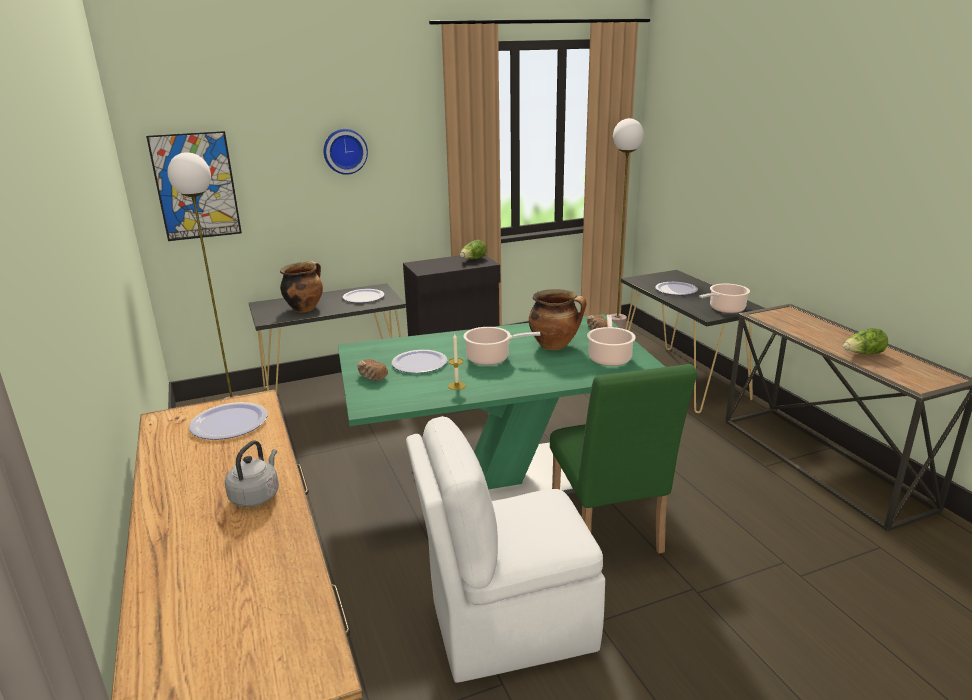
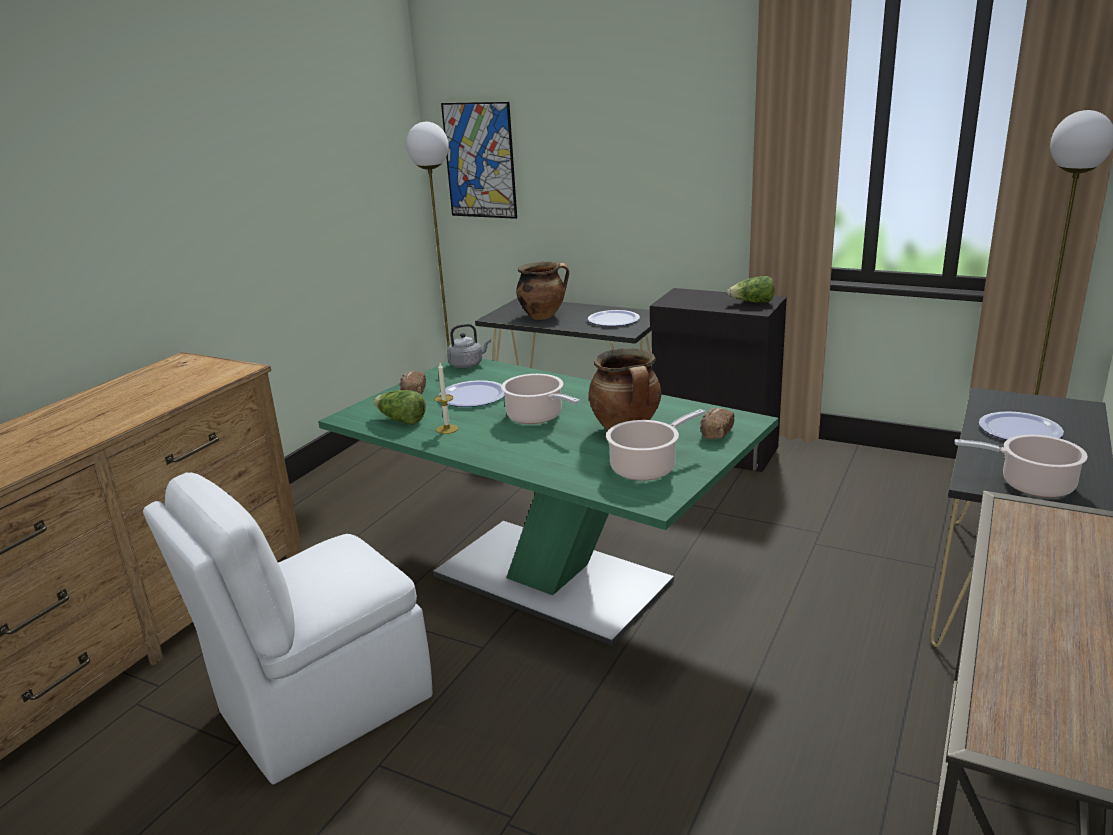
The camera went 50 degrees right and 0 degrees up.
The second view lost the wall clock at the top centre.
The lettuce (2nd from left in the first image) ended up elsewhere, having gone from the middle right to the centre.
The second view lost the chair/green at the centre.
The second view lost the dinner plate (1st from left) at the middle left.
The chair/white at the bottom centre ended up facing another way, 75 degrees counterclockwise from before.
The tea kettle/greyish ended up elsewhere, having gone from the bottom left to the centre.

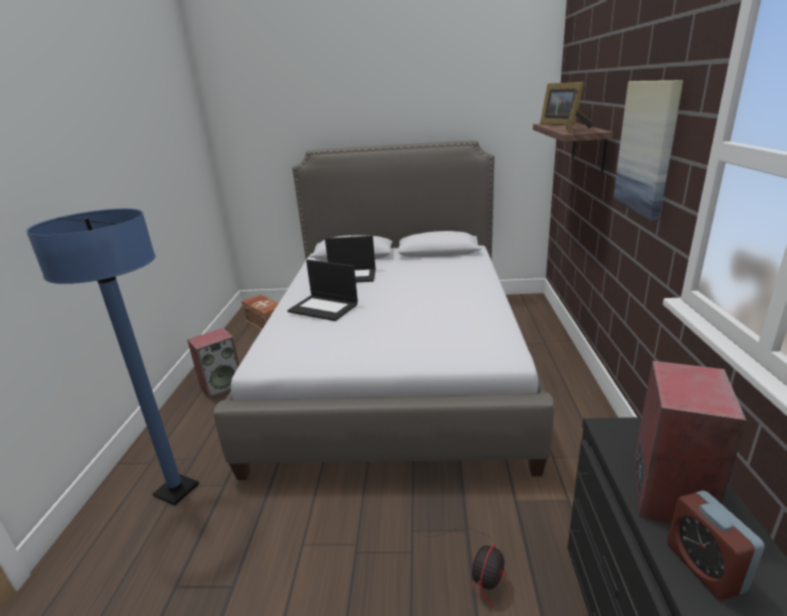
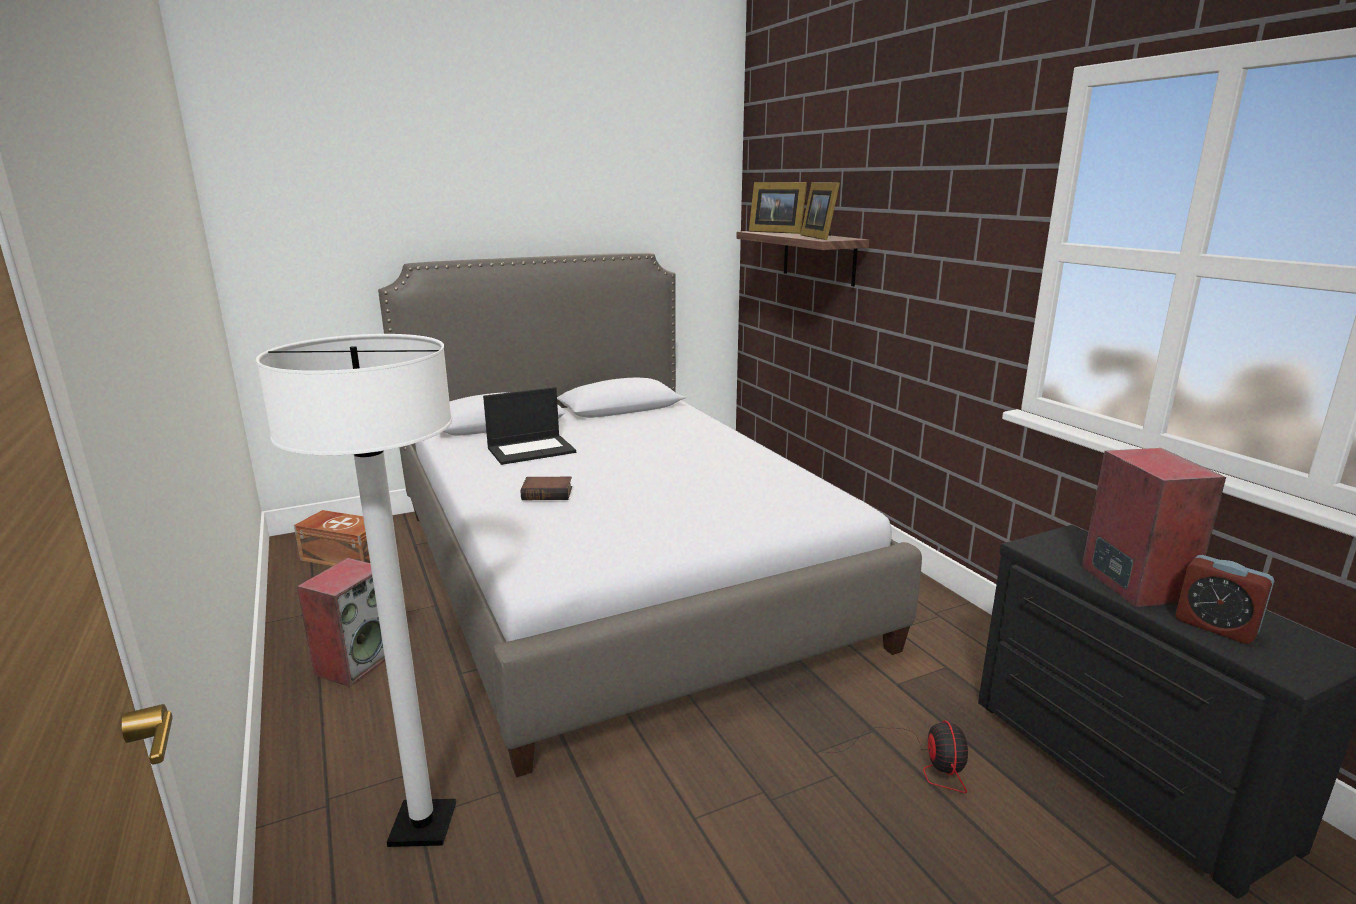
The camera went 30 degrees left and 5 degrees down.
The second view lost the wall art at the top right.
What was the standing lamp/bluish at the middle left turned into the standing lamp/white at the middle left.
Where the portable computer (1st from left) stood at the centre, the volume came to stand at the centre.

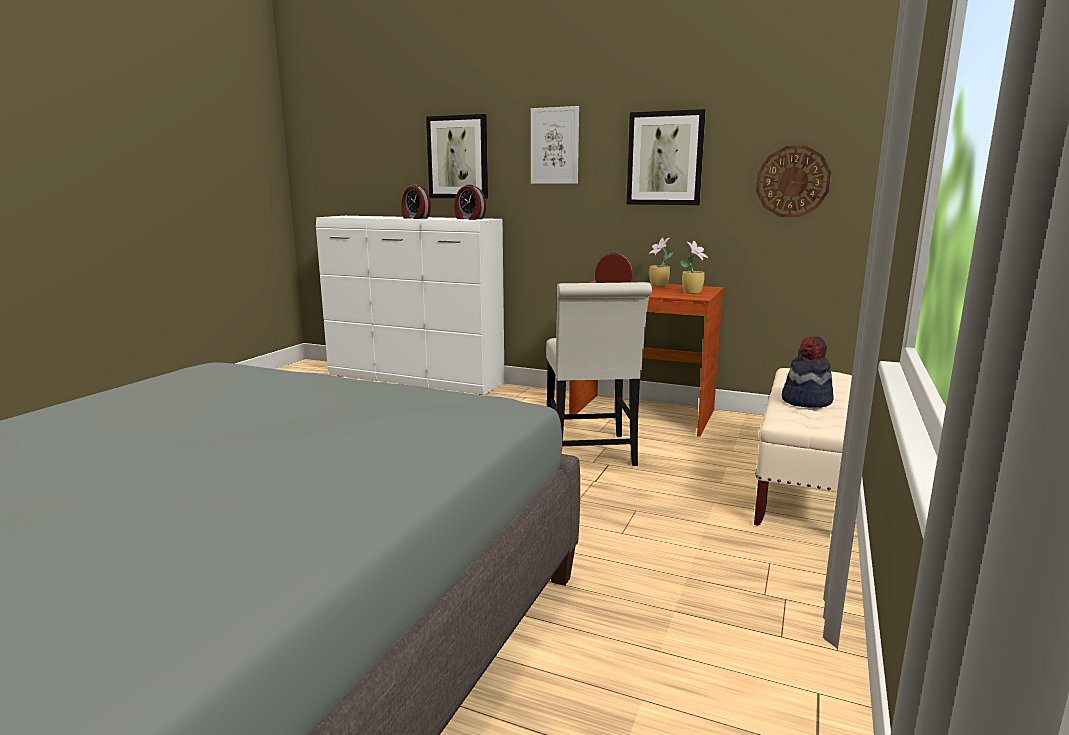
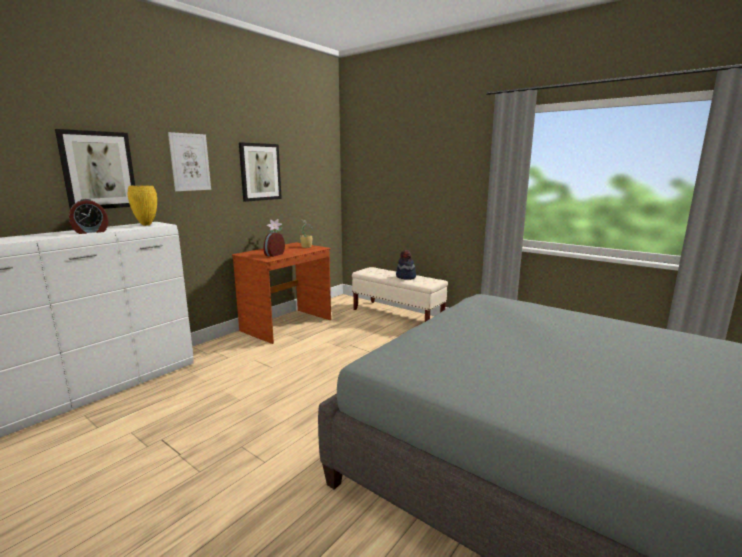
The camera went 75 degrees left and 0 degrees up.
The second view lost the wall clock at the top right.
Where the alarm clock (2nd from left) stood at the top centre, the decorative vase/yellow came to stand at the middle left.
The second view lost the chair/white at the centre.

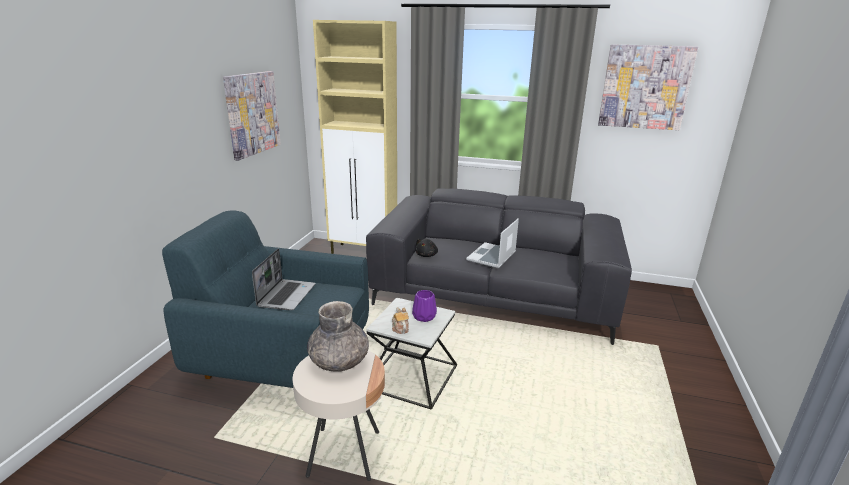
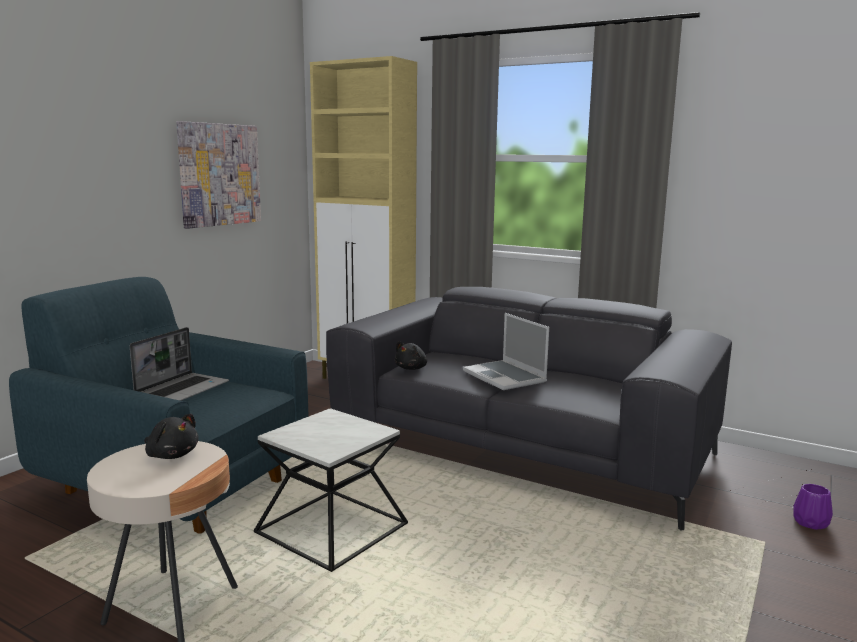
The camera went 15 degrees right and 10 degrees down.
The second view lost the wall art (2nd from left) at the top right.
The portable computer (2nd from left) at the centre ended up facing another way, 75 degrees counterclockwise from before.
The decorative vase/purplish ended up elsewhere, having gone from the centre to the bottom right.
Where the decorative vase/greyish stood at the bottom centre, the plush toy/blackish (1st from left) came to stand at the bottom left.
The second view lost the tea pot at the centre.

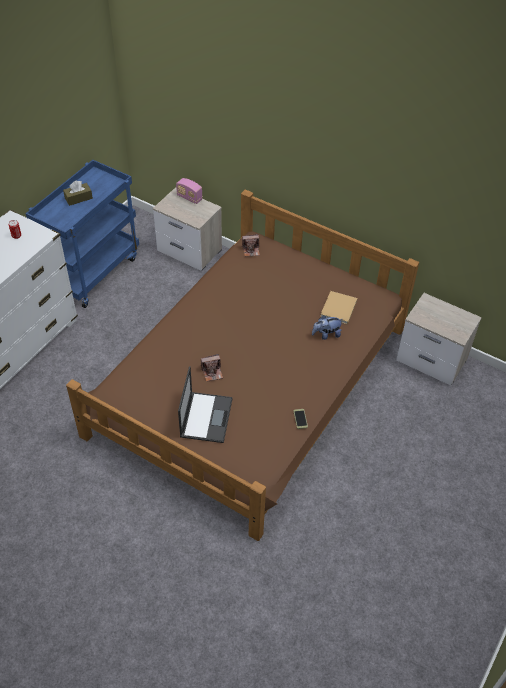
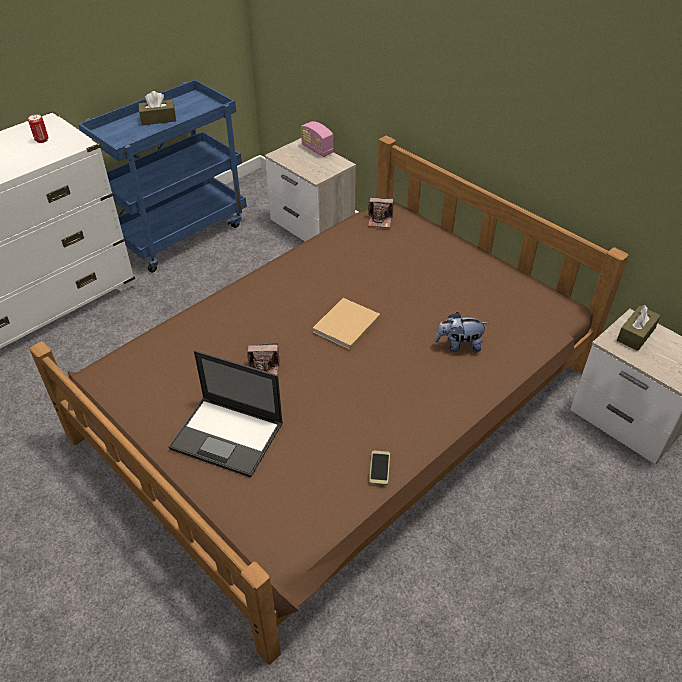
The camera went 15 degrees right and 5 degrees down.
The volume/beige-coloured ended up elsewhere, having gone from the middle right to the centre.
The portable computer at the centre ended up facing another way, 90 degrees clockwise from before.
The second view gained the tissue holder/brown-coloured (2nd from left) at the middle right.

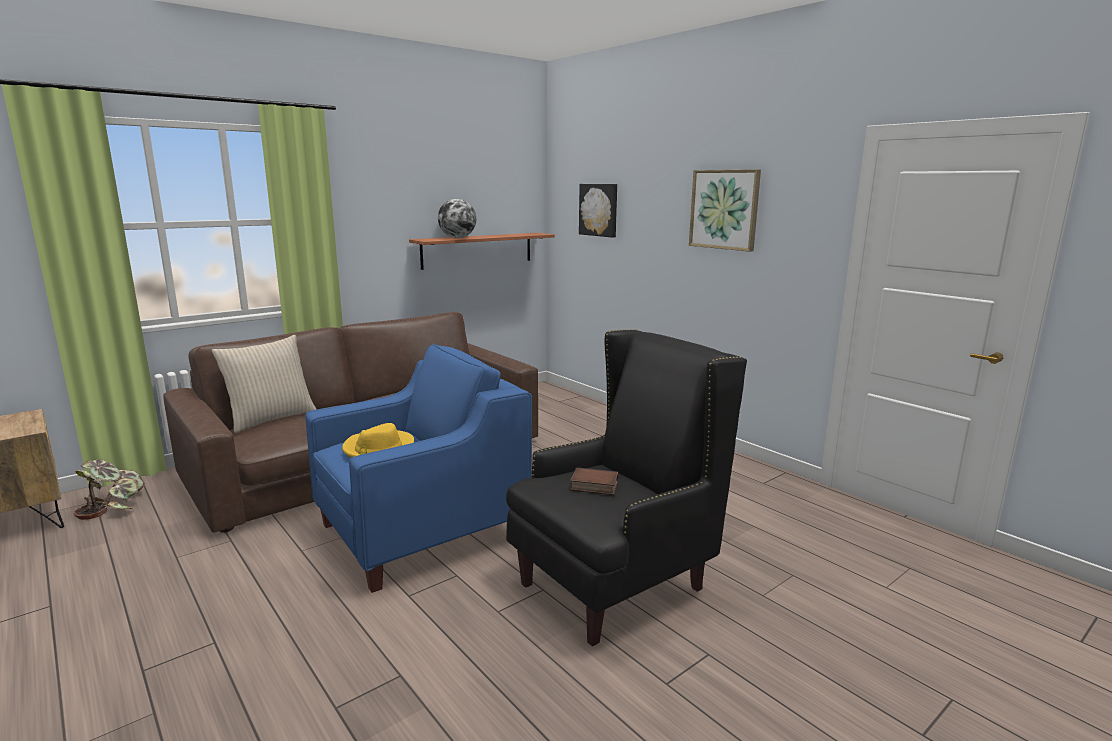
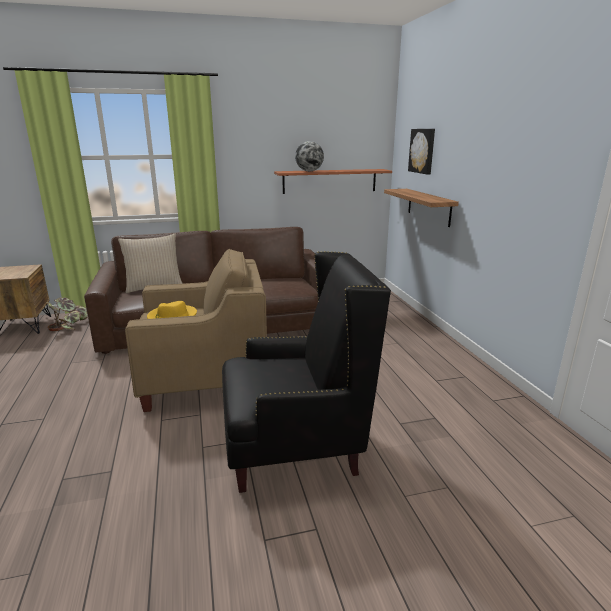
The camera went 25 degrees right and 5 degrees up.
The second view lost the wall art (2nd from left) at the top centre.
What was the armchair/bluish at the centre turned into the armchair/beige-coloured at the middle left.
The second view lost the volume at the centre.
The second view gained the wall shelf (2nd from left) at the middle right.

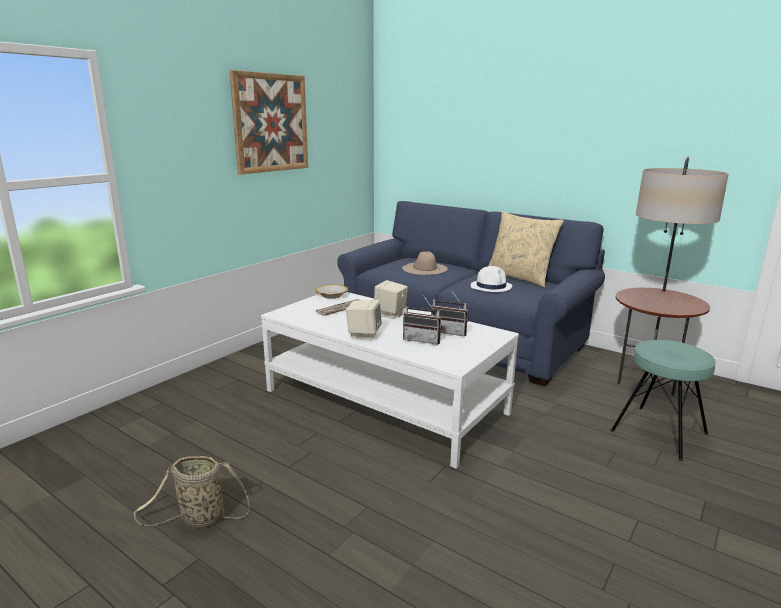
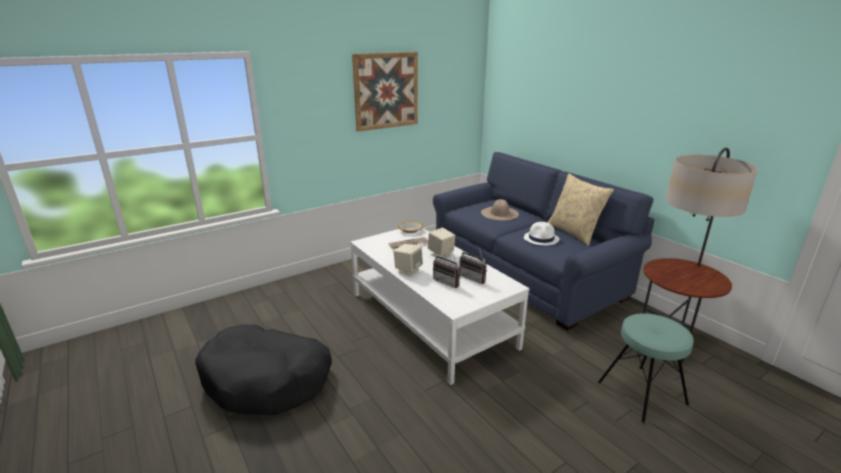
The camera went 20 degrees right and 5 degrees up.
Where the storage basket stood at the bottom left, the dog cushion/blackish came to stand at the bottom left.

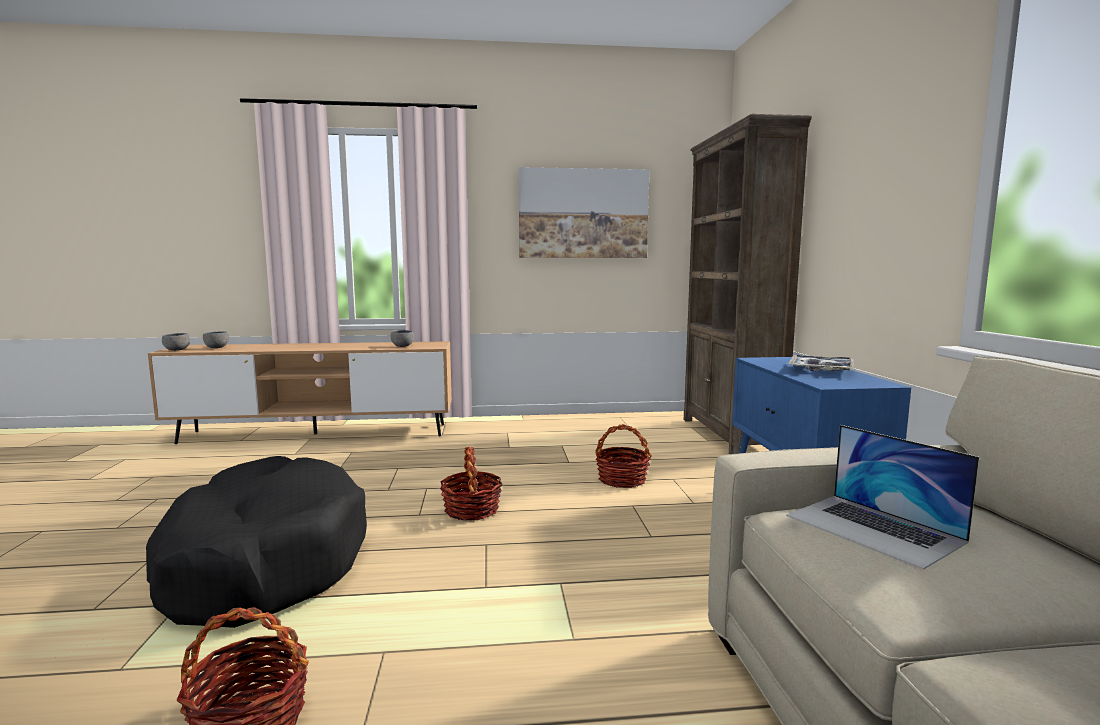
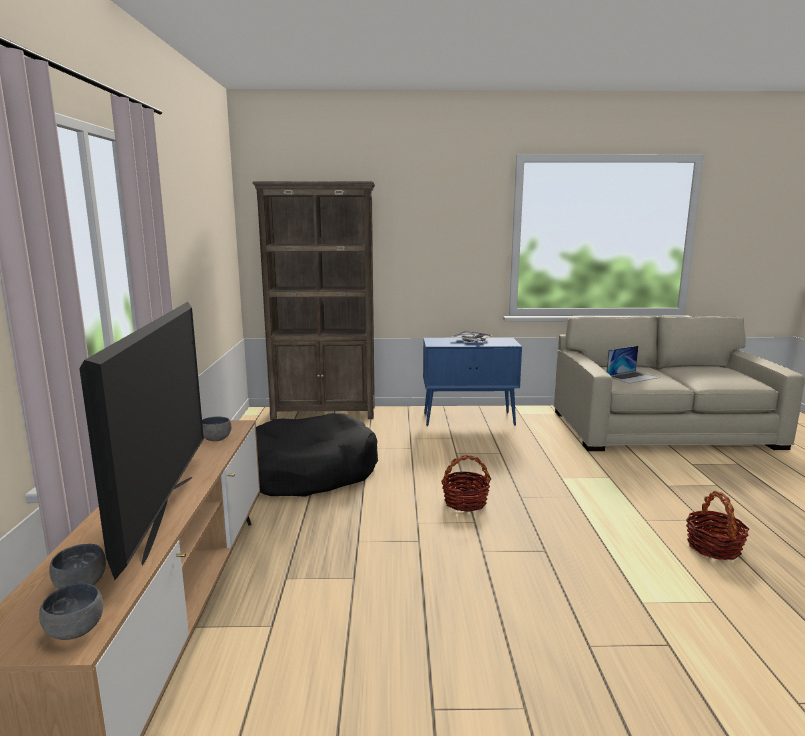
The camera went 85 degrees left and 5 degrees up.
The second view lost the wall art at the top centre.
The second view lost the storage basket (3rd from left) at the centre.
The dog cushion/blackish ended up elsewhere, having gone from the bottom left to the centre.
The second view gained the TV set at the middle left.

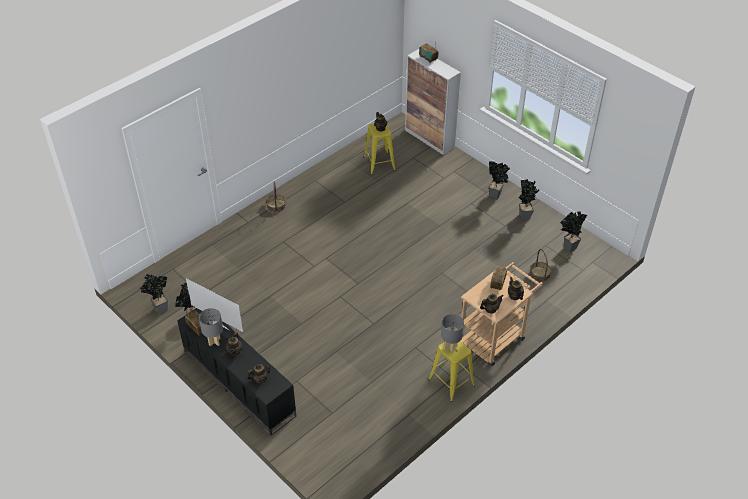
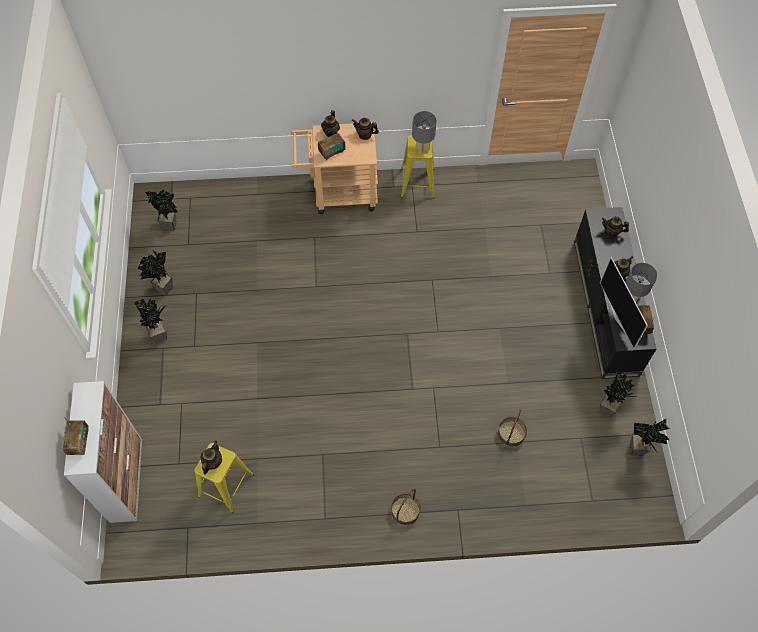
The camera went 140 degrees left and 15 degrees up.
The storage basket (2nd from left) ended up elsewhere, having gone from the middle right to the bottom right.

